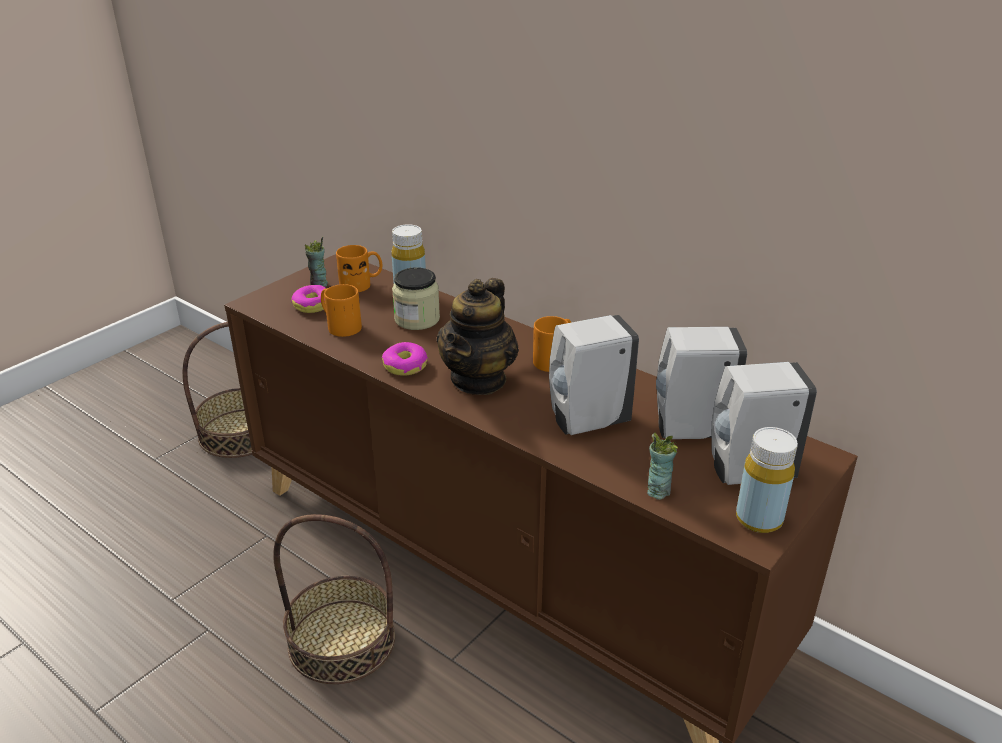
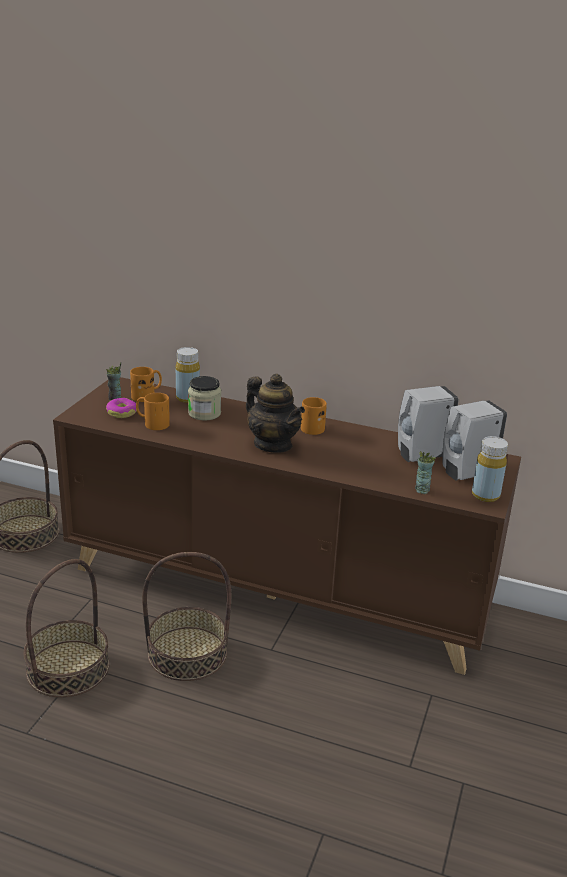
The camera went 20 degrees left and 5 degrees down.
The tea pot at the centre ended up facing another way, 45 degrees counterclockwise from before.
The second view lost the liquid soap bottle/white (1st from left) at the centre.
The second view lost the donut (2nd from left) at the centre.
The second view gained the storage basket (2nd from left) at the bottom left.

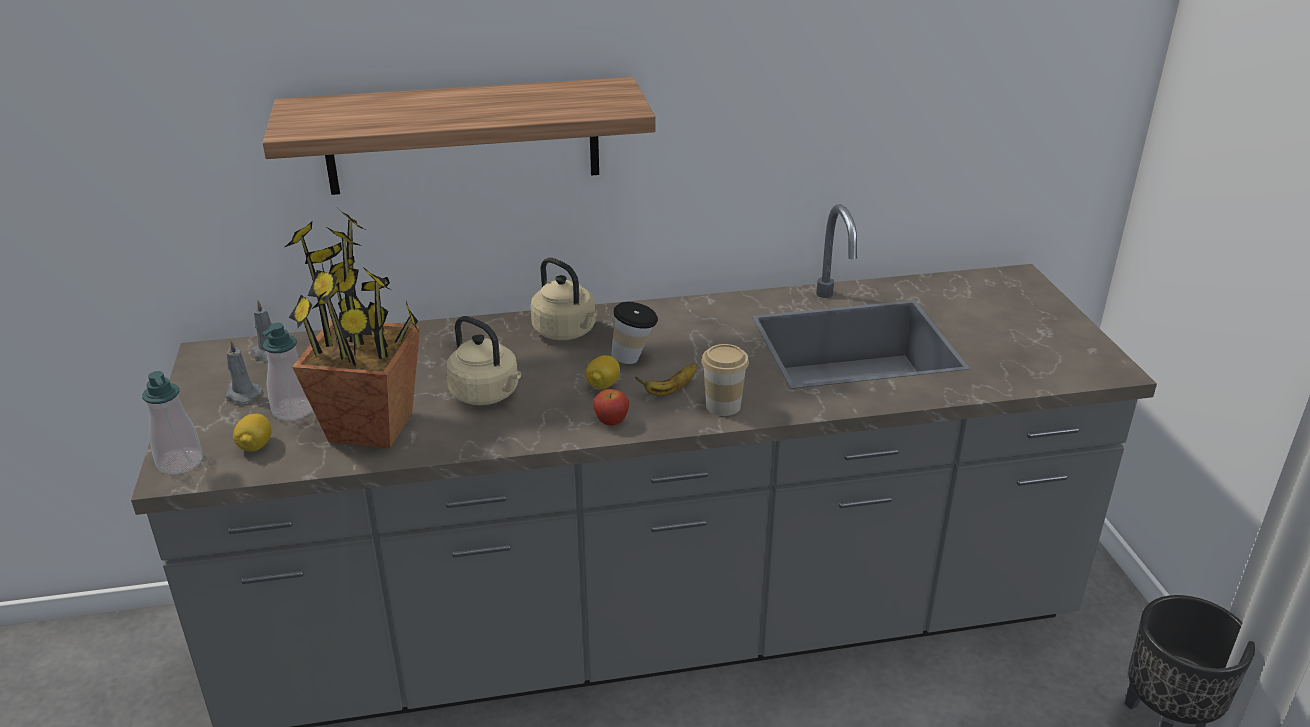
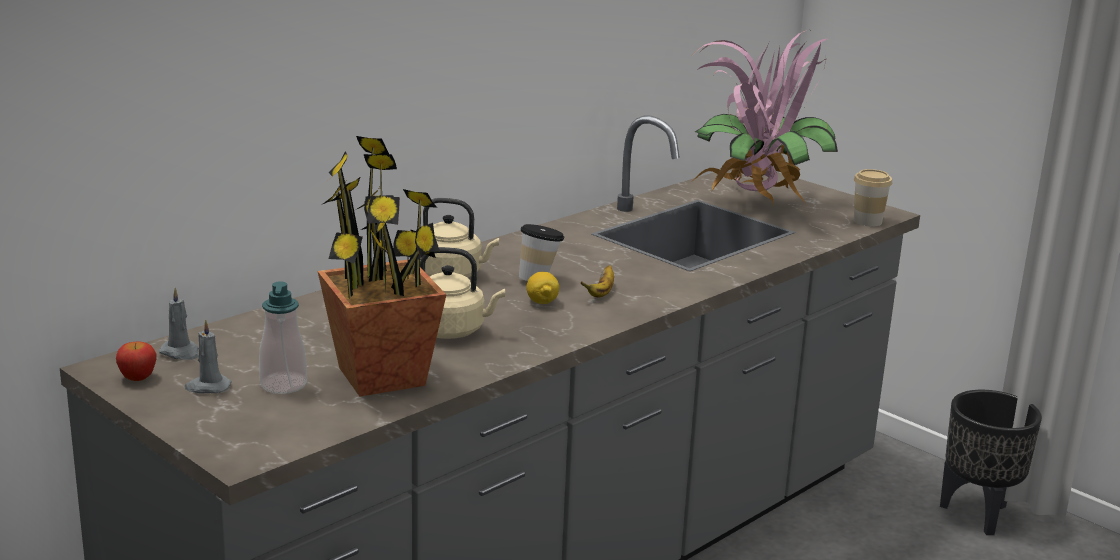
The camera went 35 degrees left and 10 degrees down.
The second view lost the wall shelf at the top centre.
The small cup (2nd from left) ended up elsewhere, having gone from the centre to the middle right.
The second view lost the liquid soap bottle (1st from left) at the middle left.
The apple fruit ended up elsewhere, having gone from the centre to the middle left.
The second view lost the lemon (1st from left) at the middle left.
The second view gained the potted plant (2nd from left) at the top right.

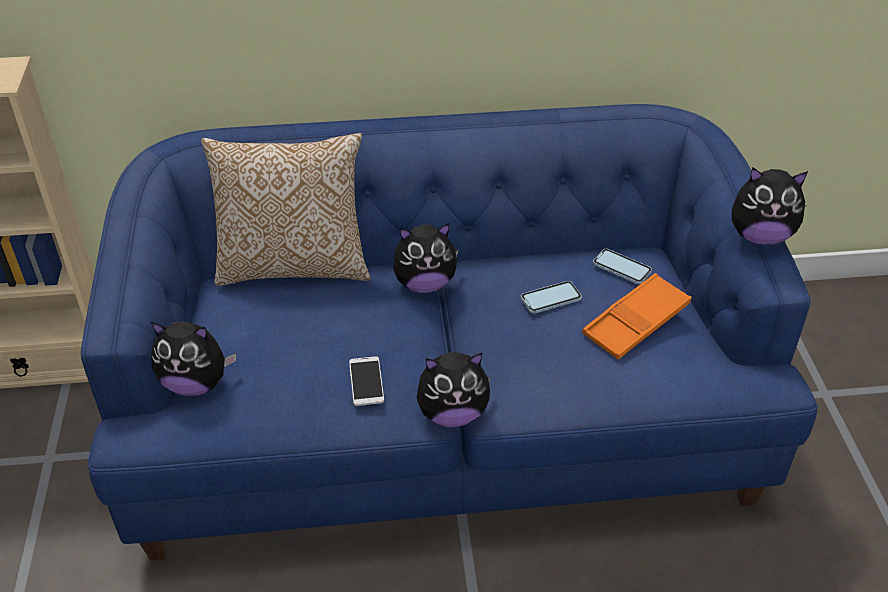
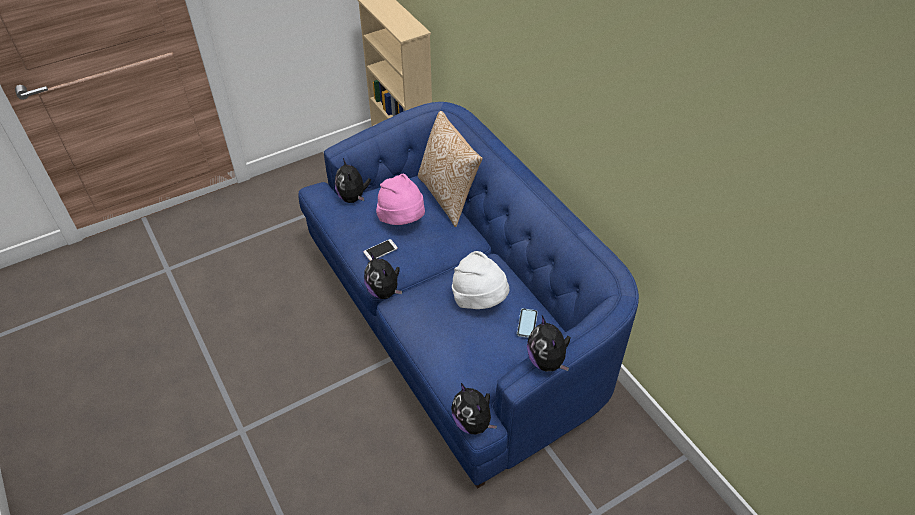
The camera went 65 degrees right and 5 degrees up.
The plush toy (2nd from left in the first image) ended up elsewhere, having gone from the centre to the bottom centre.
The second view lost the serving tray/orange-coloured at the middle right.
Where the phone (2nd from left) stood at the centre, the hat/white came to stand at the centre.
The second view gained the hat/pink-coloured at the centre.

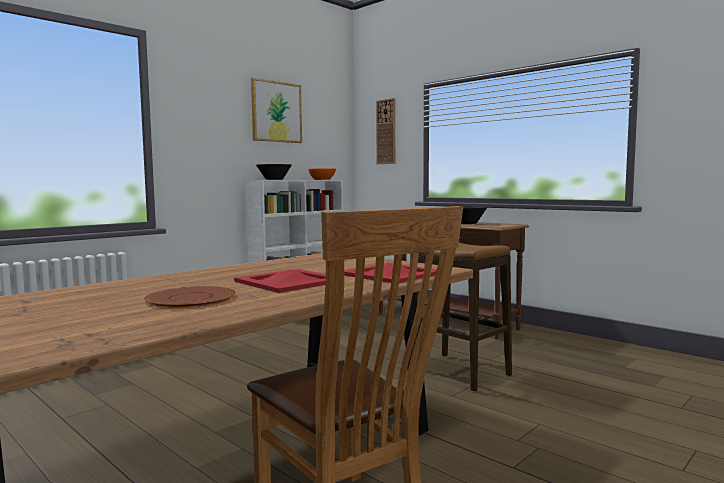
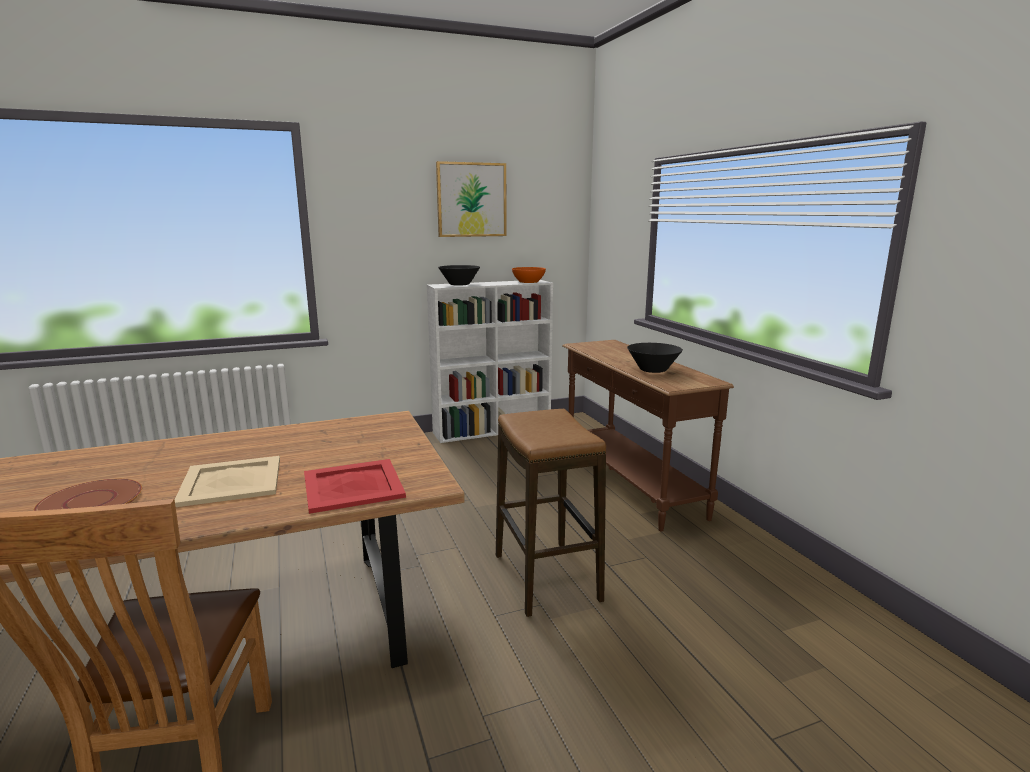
The camera went 25 degrees right and 10 degrees up.
The second view lost the wall clock at the top centre.
What was the serving tray/reddish (1st from left) at the centre turned into the serving tray/beige-coloured at the middle left.

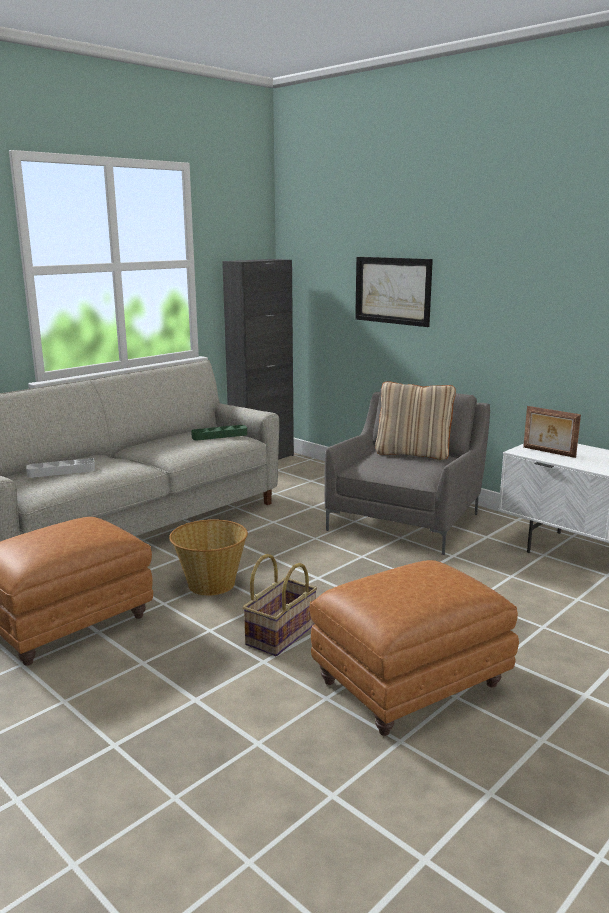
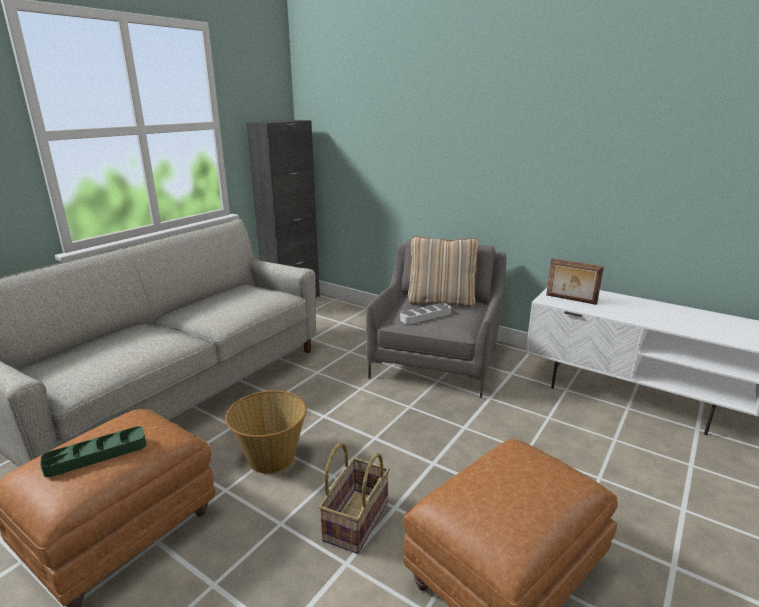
The camera went 10 degrees left and 5 degrees up.
The second view lost the wall art at the top centre.
The serving tray/green ended up elsewhere, having gone from the centre to the bottom left.
The serving tray/greyish ended up elsewhere, having gone from the middle left to the centre.

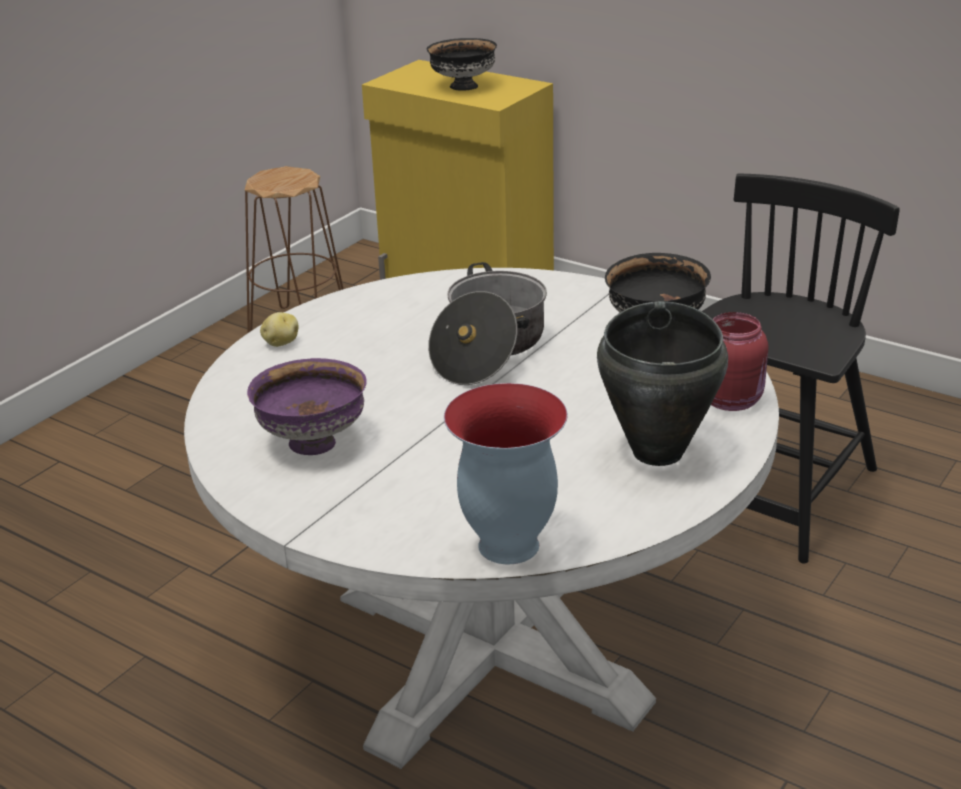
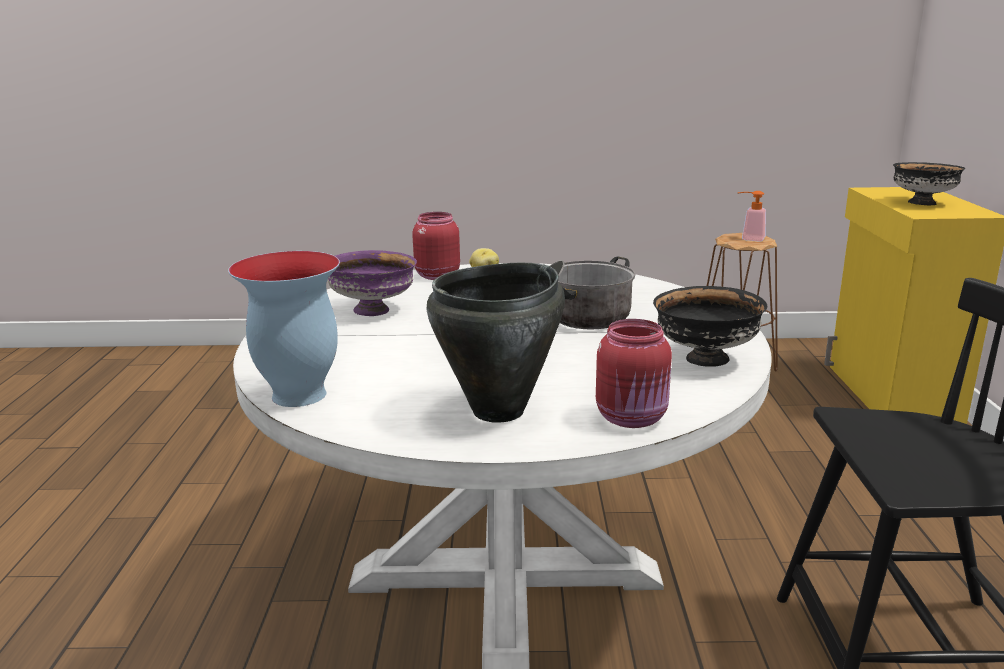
The camera went 55 degrees right and 10 degrees down.
The second view gained the liquid soap bottle at the top right.
The second view gained the preserve jar/reddish (1st from left) at the centre.

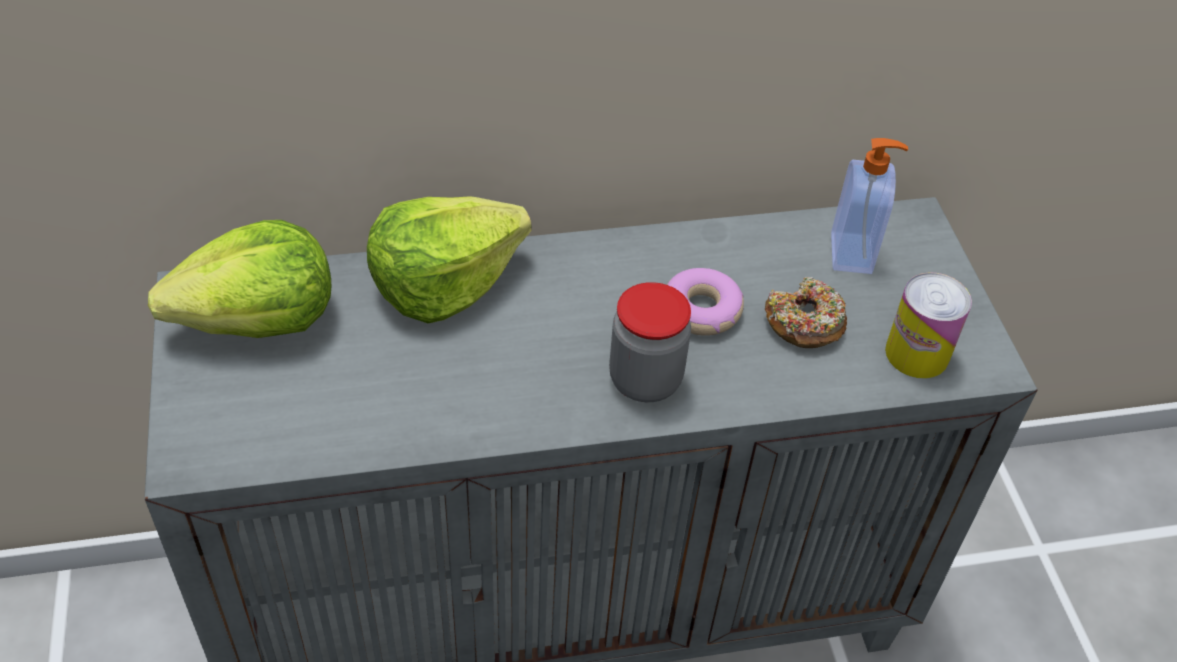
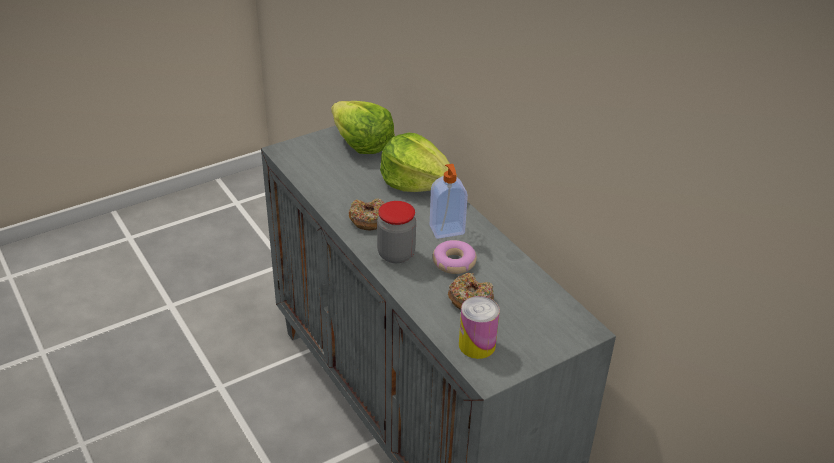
The camera went 70 degrees right and 10 degrees down.
The liquid soap bottle ended up elsewhere, having gone from the top right to the centre.
The second view gained the donut (1st from left) at the centre.

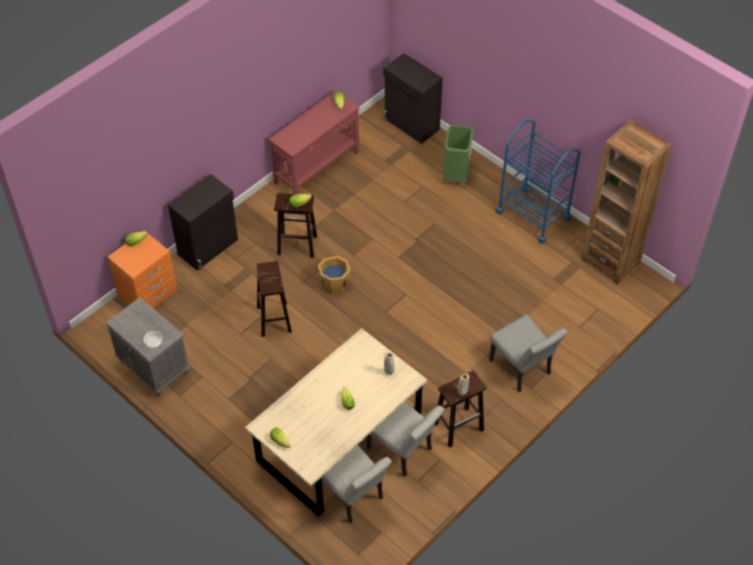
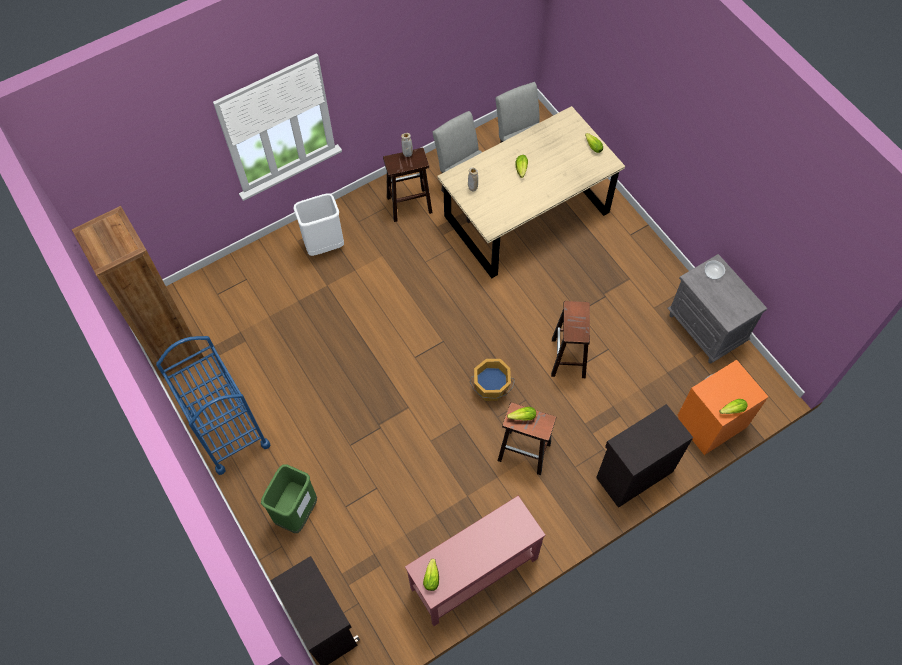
The camera went 165 degrees left and 10 degrees up.
Where the chair/greyish (3rd from left) stood at the middle right, the waste bin/white came to stand at the centre.

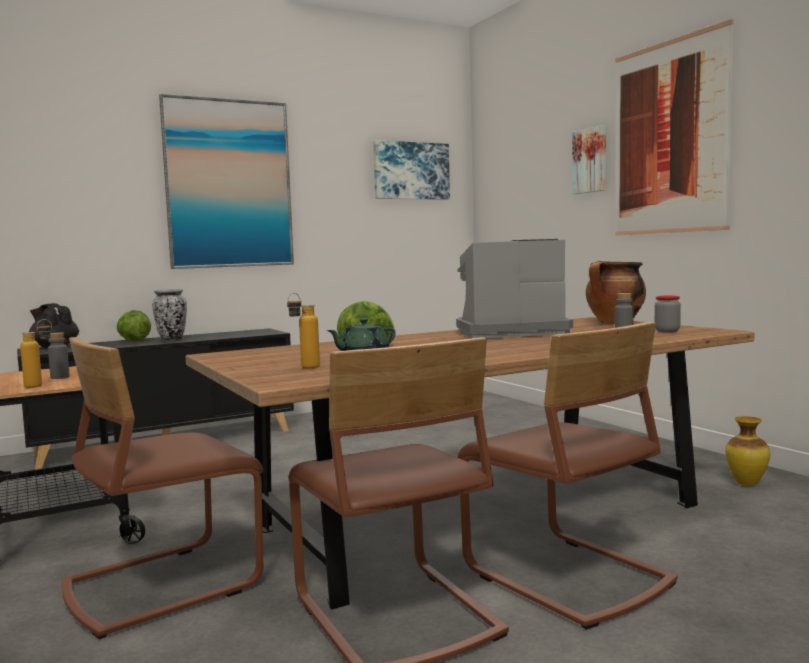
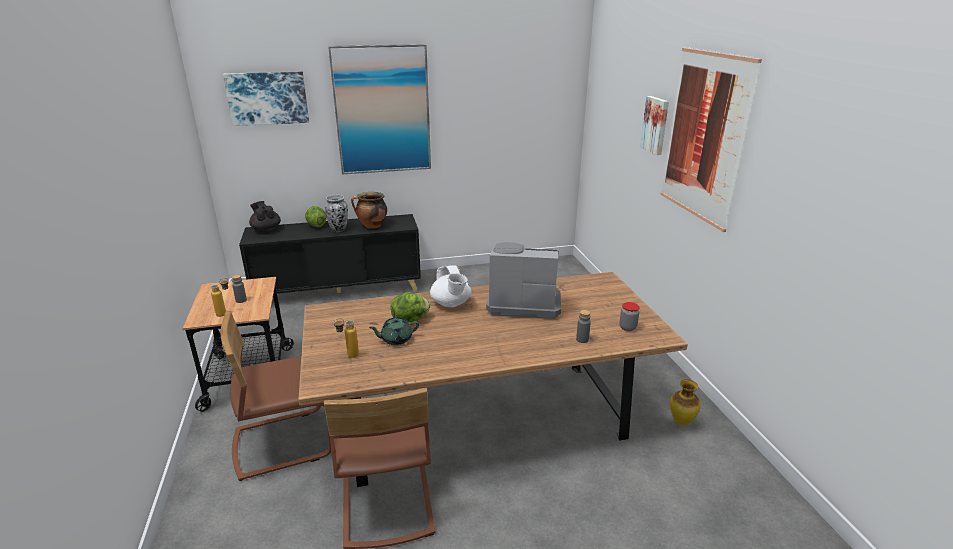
The camera went 15 degrees right and 20 degrees up.
The wall art (2nd from left in the first image) ended up elsewhere, having gone from the top centre to the top left.
The saucepot ended up elsewhere, having gone from the middle right to the centre.
The second view lost the chair/brown-coloured (3rd from left) at the bottom right.
The second view gained the tea pot/white at the centre.

